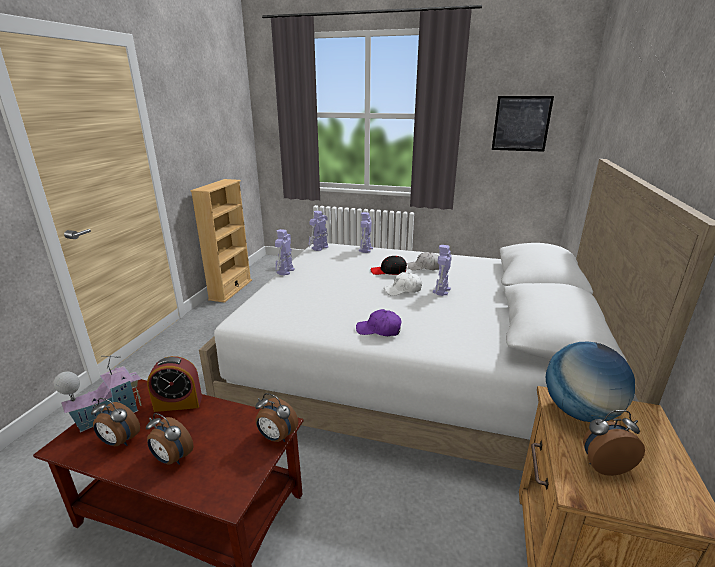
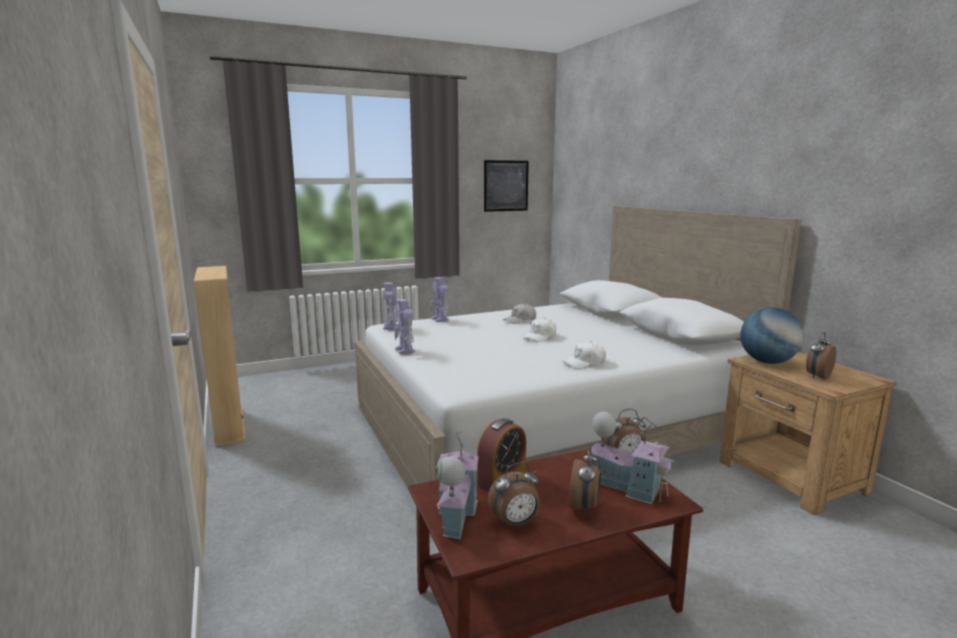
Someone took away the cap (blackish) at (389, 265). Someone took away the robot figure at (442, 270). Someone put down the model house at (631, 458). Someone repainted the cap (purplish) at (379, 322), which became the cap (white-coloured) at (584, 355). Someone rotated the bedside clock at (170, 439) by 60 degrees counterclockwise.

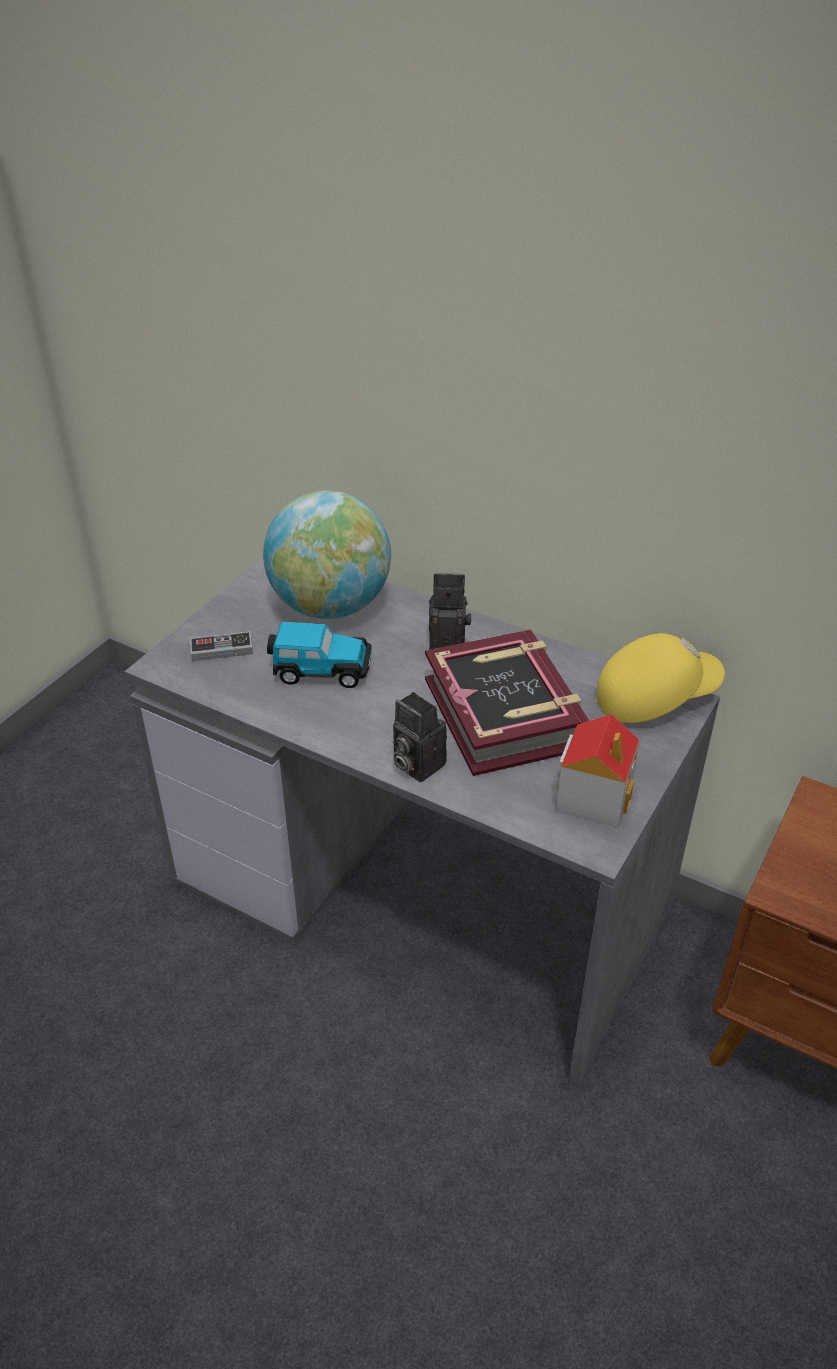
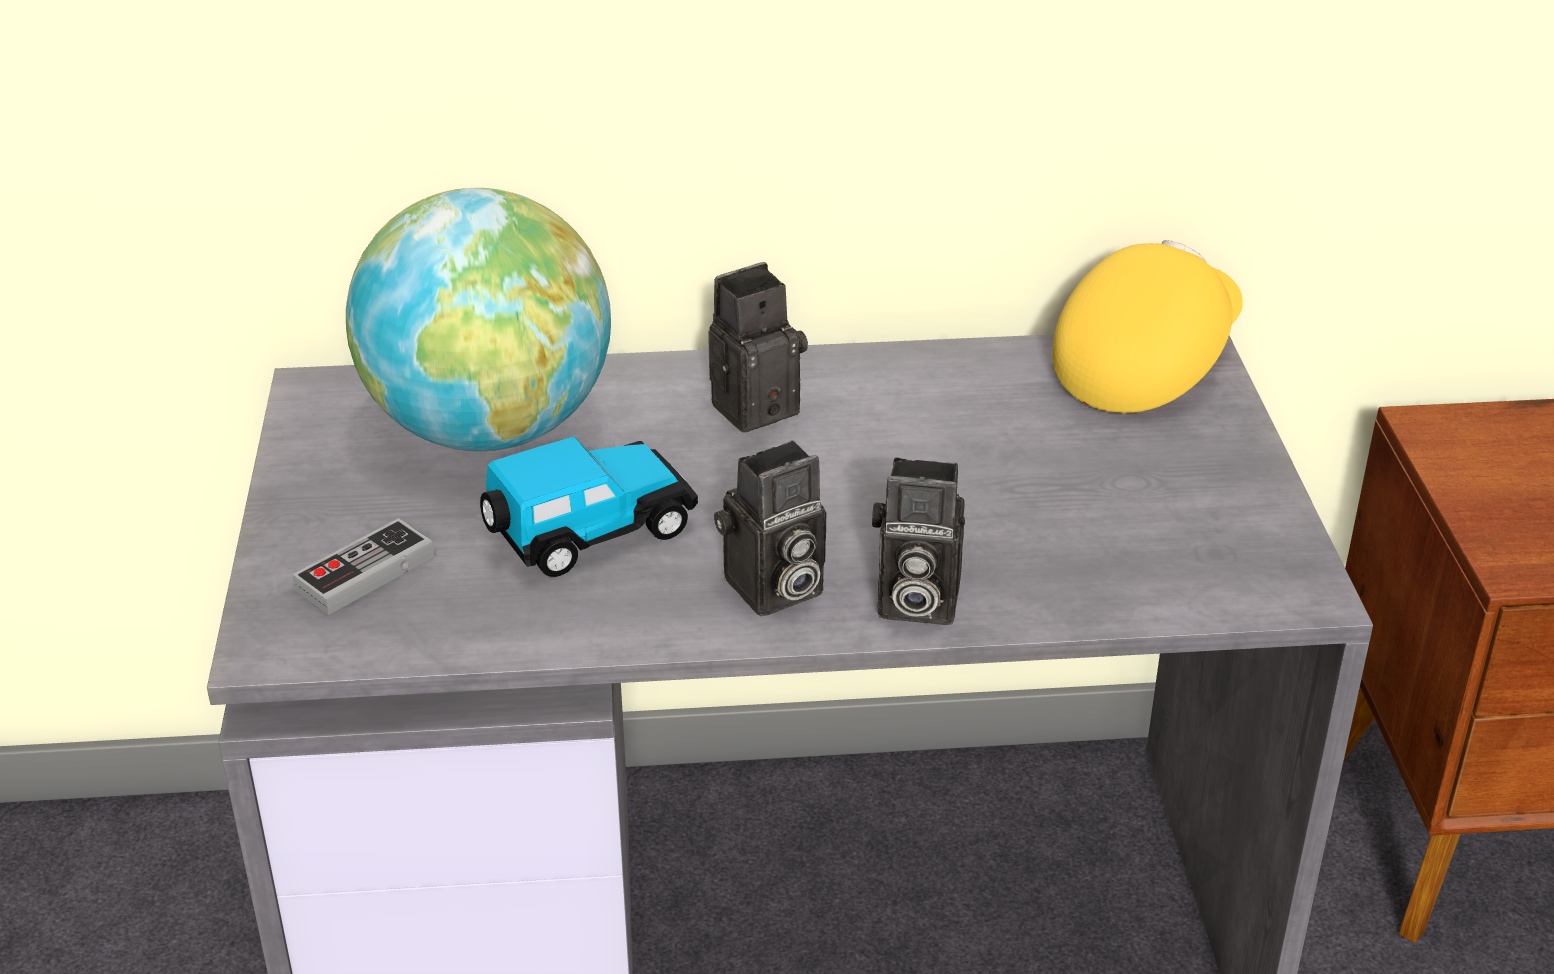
Someone took away the volume at (507, 702). Someone took away the model house at (598, 771). Someone put down the still camera at (770, 528).

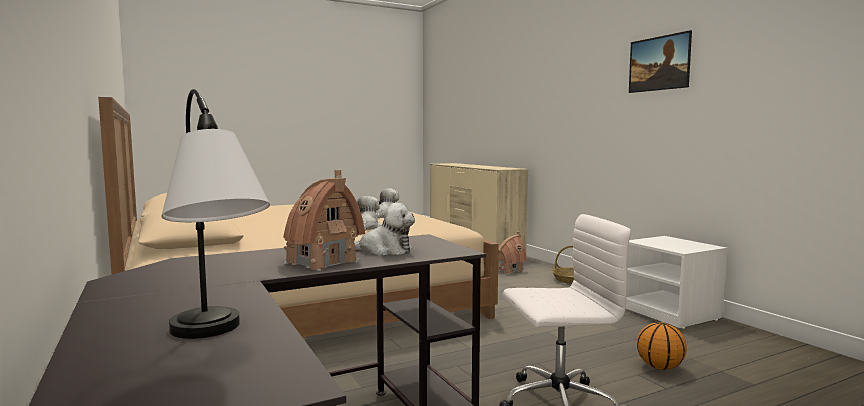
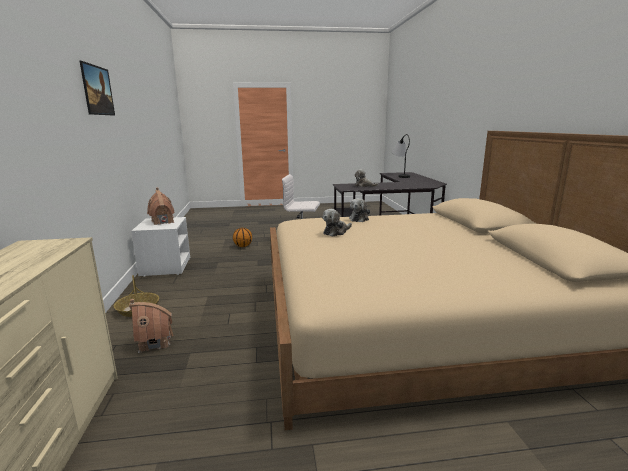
Someone carried the model house from (324, 220) to (161, 206).

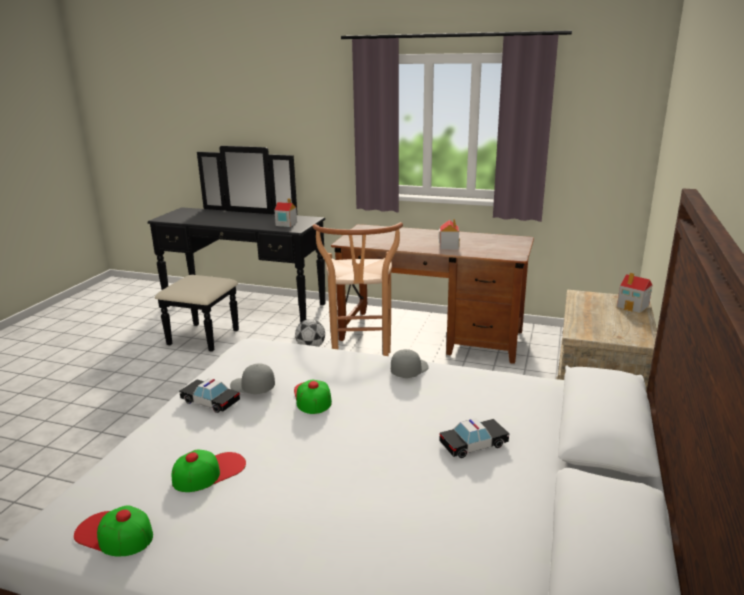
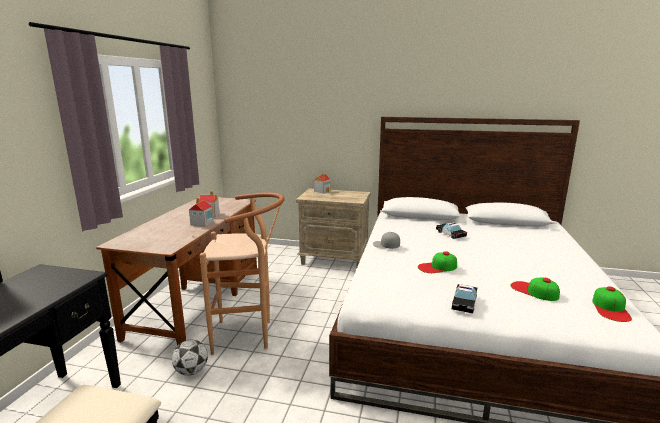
Someone took away the cap (greyish) at (252, 378). Someone carried the model house from (285, 212) to (201, 212).

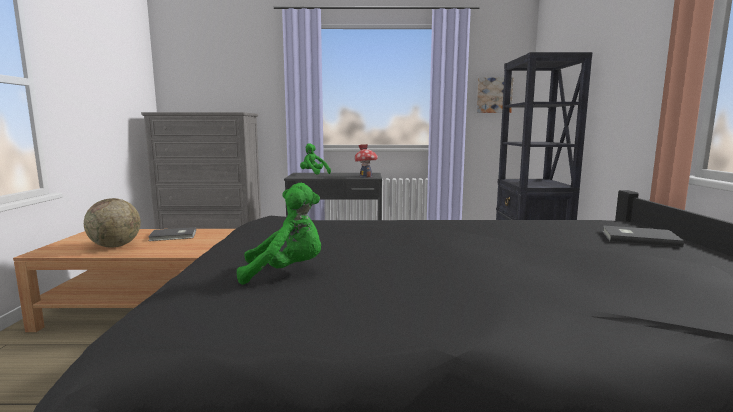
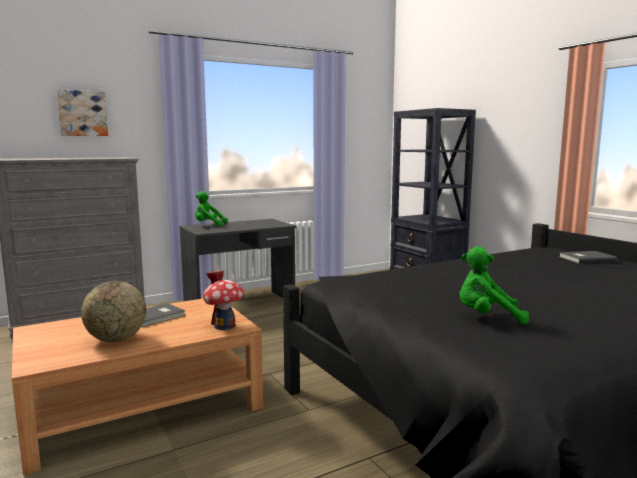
Someone carried the model house from (366, 161) to (223, 300). Someone carried the wall art from (495, 95) to (82, 112). Someone rotated the cuddly toy (green) at (279, 234) by 135 degrees counterclockwise.

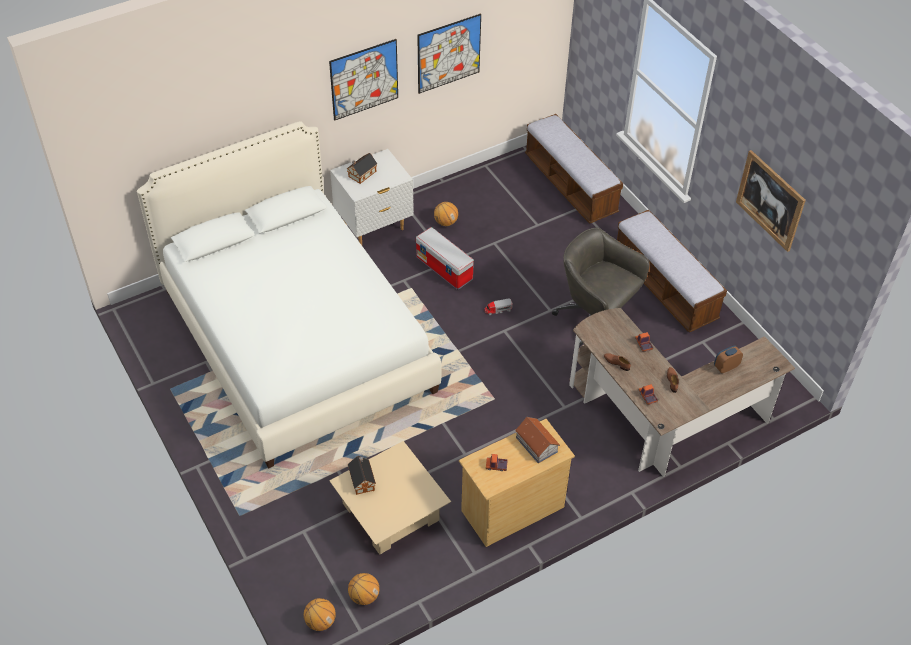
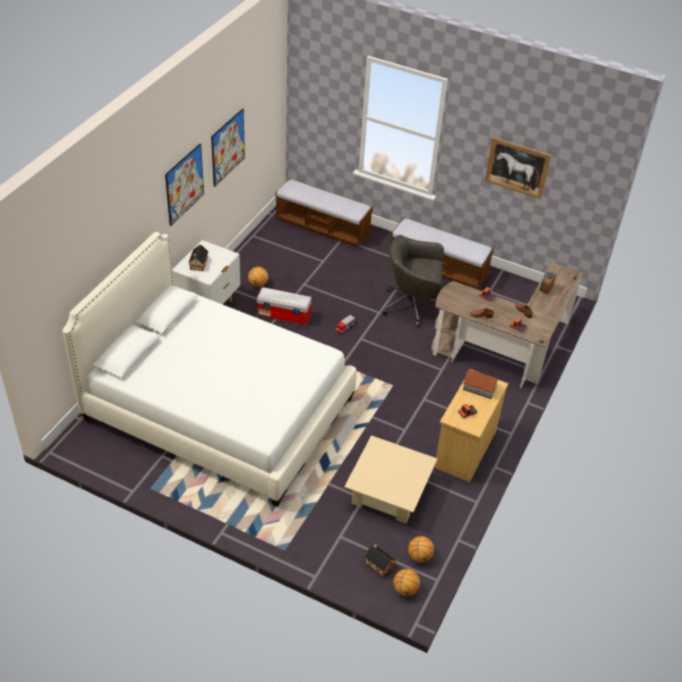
Someone carried the model house from (362, 475) to (380, 560).

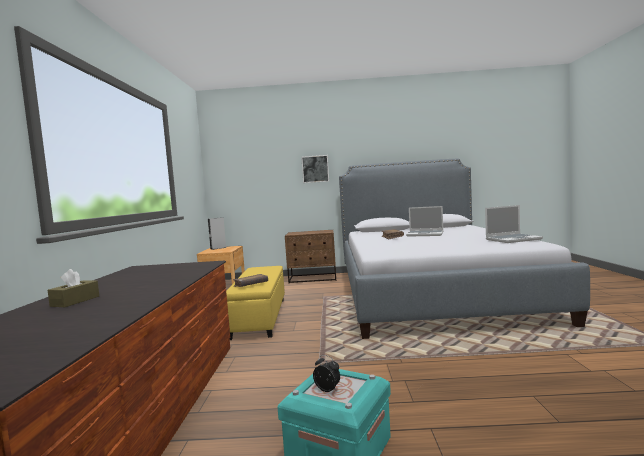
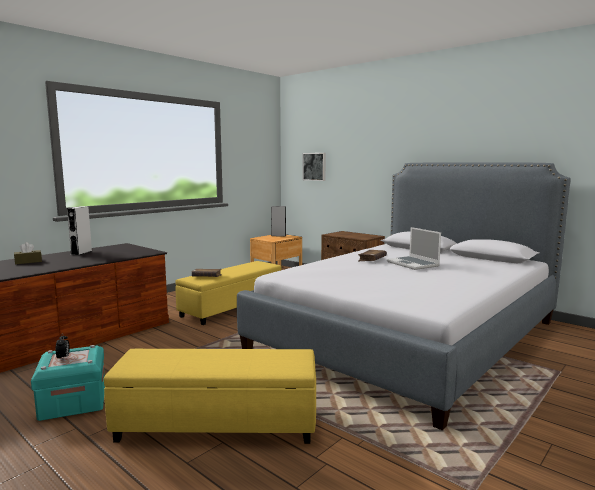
Someone took away the notebook computer at (514, 224). Someone put down the loudspeaker (white-coloured) at (79, 230). Someone put down the ottoman (yellowish) at (210, 396). Someone carried the wall art from (315, 169) to (314, 167).

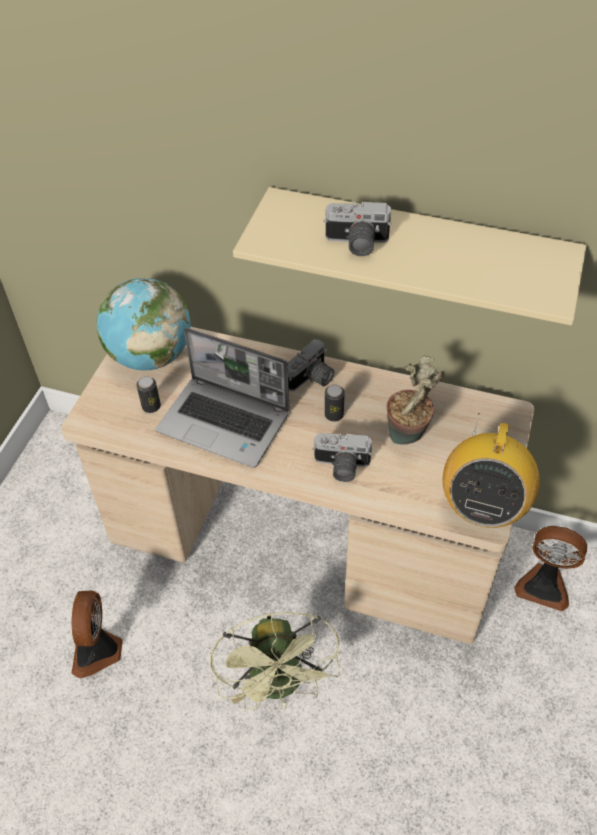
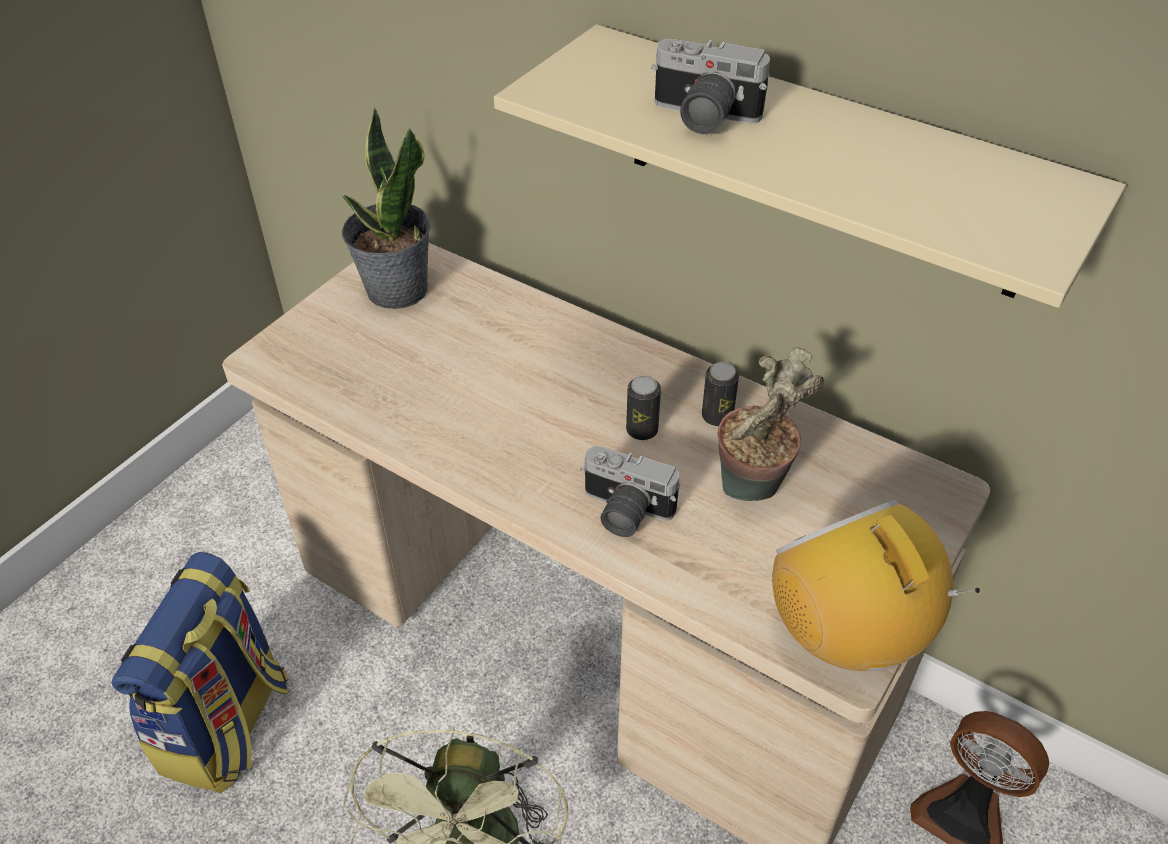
Someone took away the notebook computer at (223, 397). Someone took away the still camera at (311, 365). Someone carried the metal can from (148, 394) to (720, 394). Someone swapped the electric fan at (97, 634) for the backpack at (200, 672). Someone swapped the world globe at (143, 324) for the houseplant at (386, 208). Someone rotated the radio receiver at (491, 470) by 120 degrees clockwise.

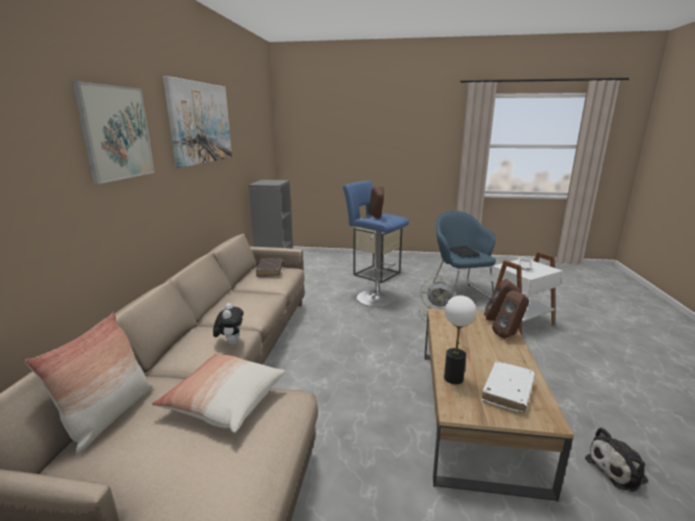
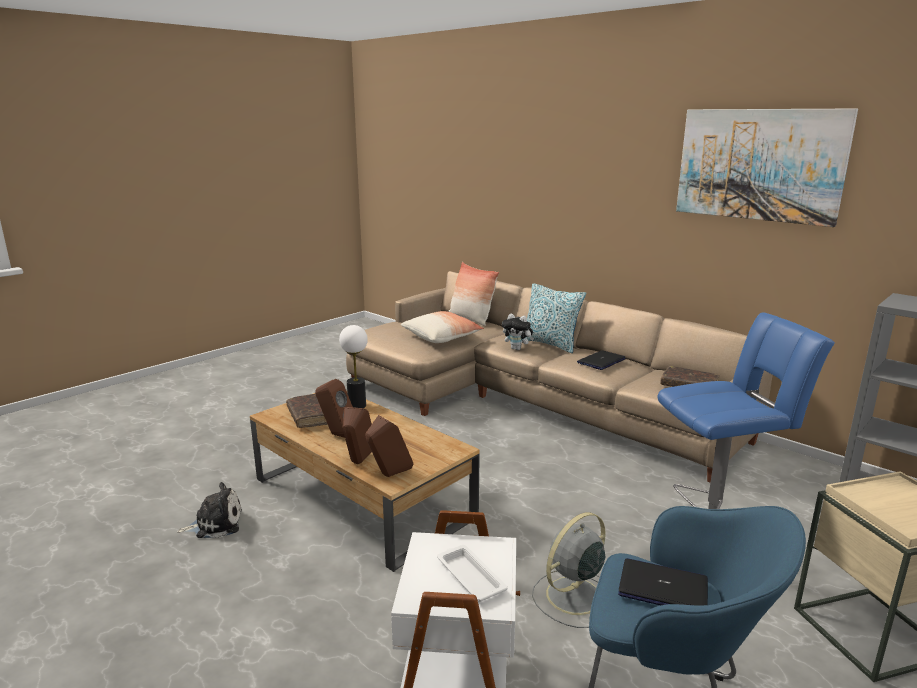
Someone took away the wall art at (113, 132). Someone put down the pillow at (556, 318). Someone put down the notebook computer at (601, 360). Someone carried the loudspeaker (brown) from (376, 203) to (334, 408). Someone repainted the volume (white-coloured) at (508, 387), which became the volume (brown) at (306, 411). Someone rotated the cuddly toy at (616, 459) by 60 degrees clockwise.

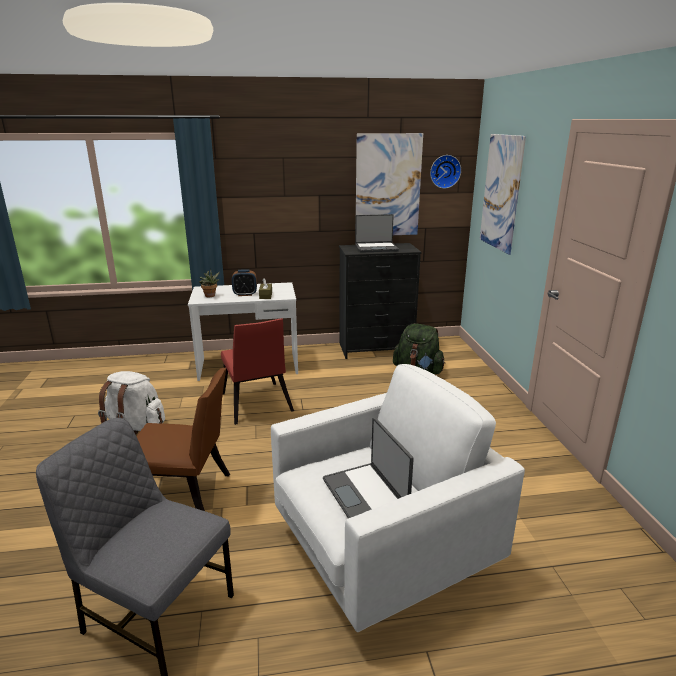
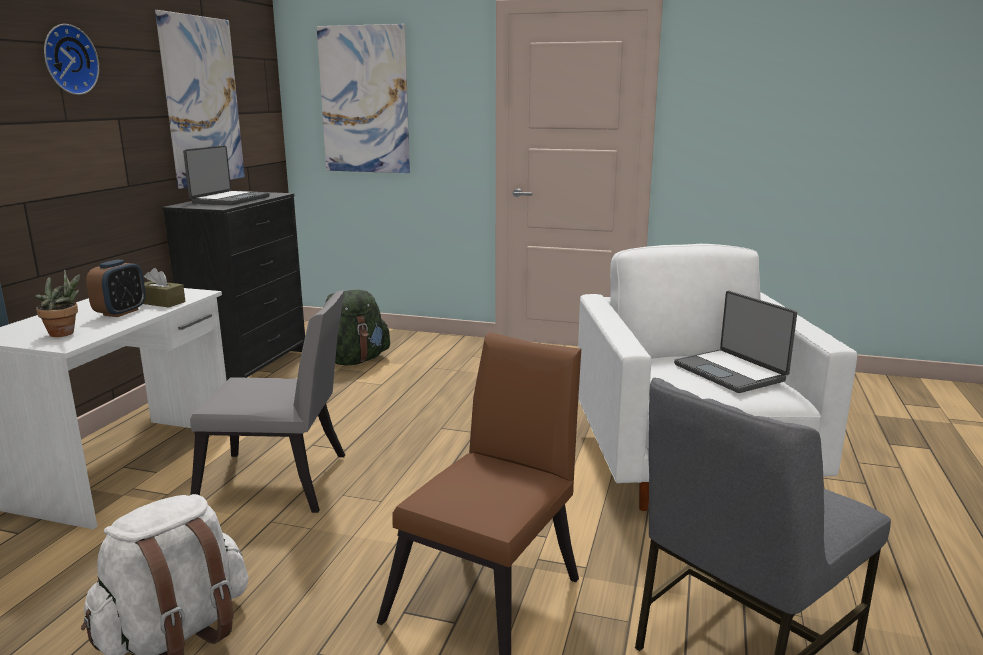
Someone carried the wall clock from (445, 172) to (71, 59). Someone repainted the plain chair (red-coloured) at (257, 371), which became the plain chair (greyish) at (267, 401). Someone rotated the notebook computer at (368, 468) by 60 degrees clockwise.

